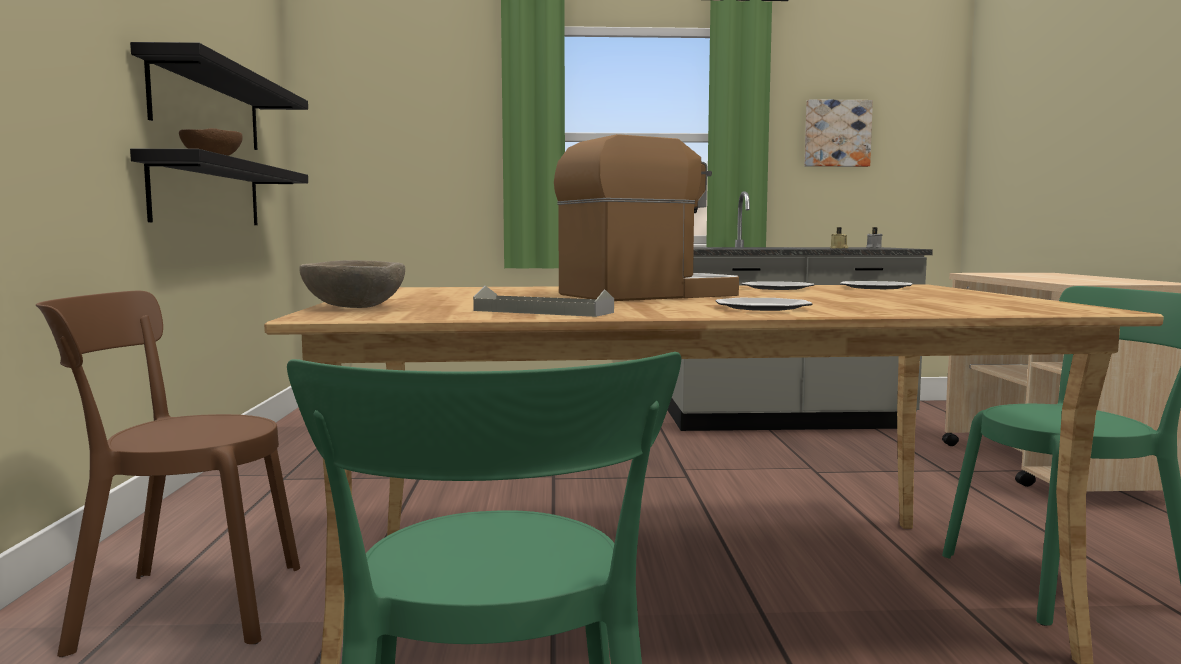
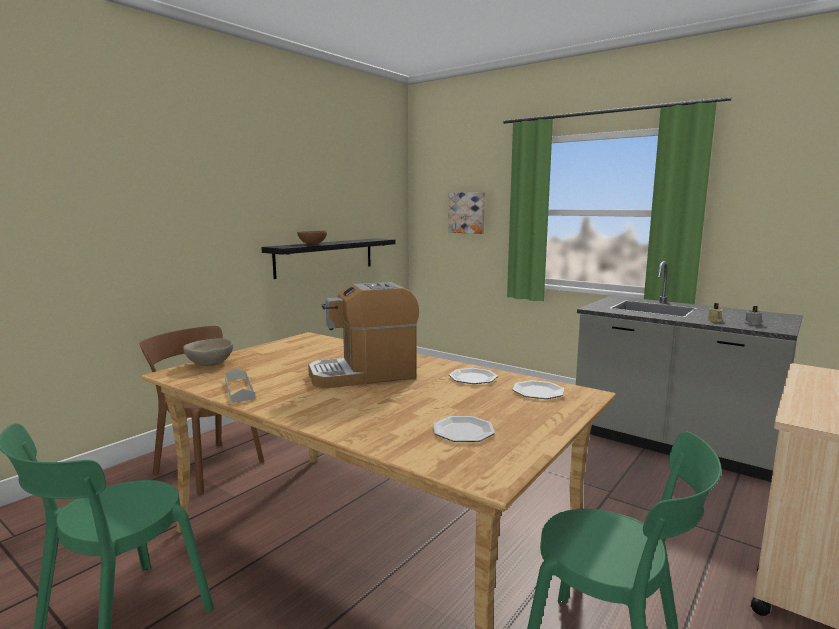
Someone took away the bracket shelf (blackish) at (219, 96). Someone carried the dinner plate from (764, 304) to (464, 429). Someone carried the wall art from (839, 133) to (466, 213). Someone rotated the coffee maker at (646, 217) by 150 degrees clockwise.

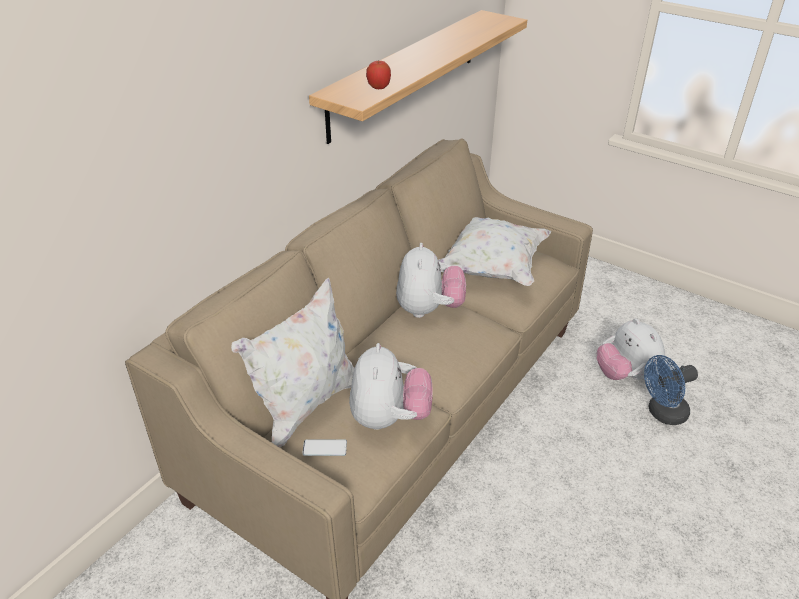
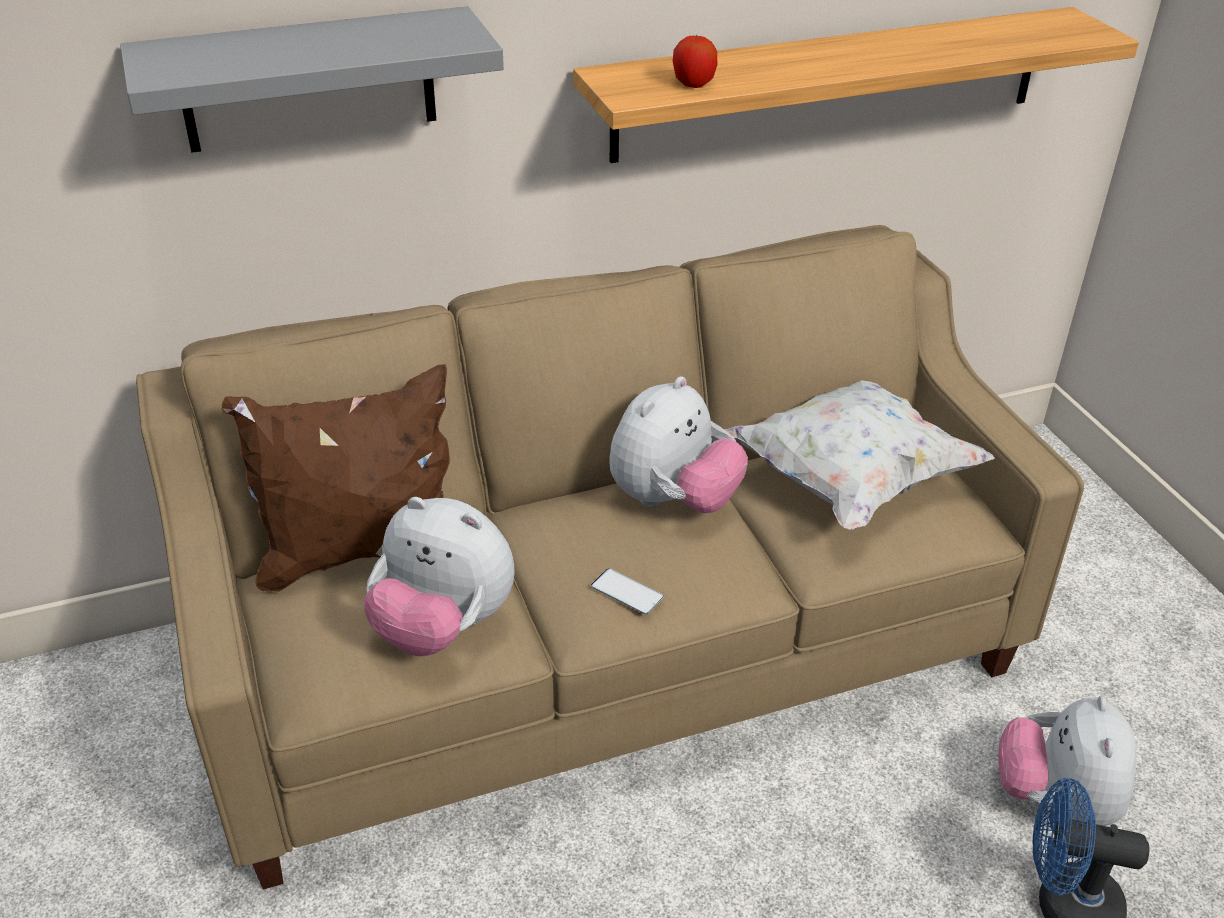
Someone put up the bracket shelf (greyish) at (312, 79). Someone carried the phone from (324, 447) to (627, 591). Someone repainted the pillow (white-coloured) at (293, 362), which became the pillow (brown) at (335, 478). Someone rotated the cuddly toy at (391, 386) by 75 degrees clockwise.

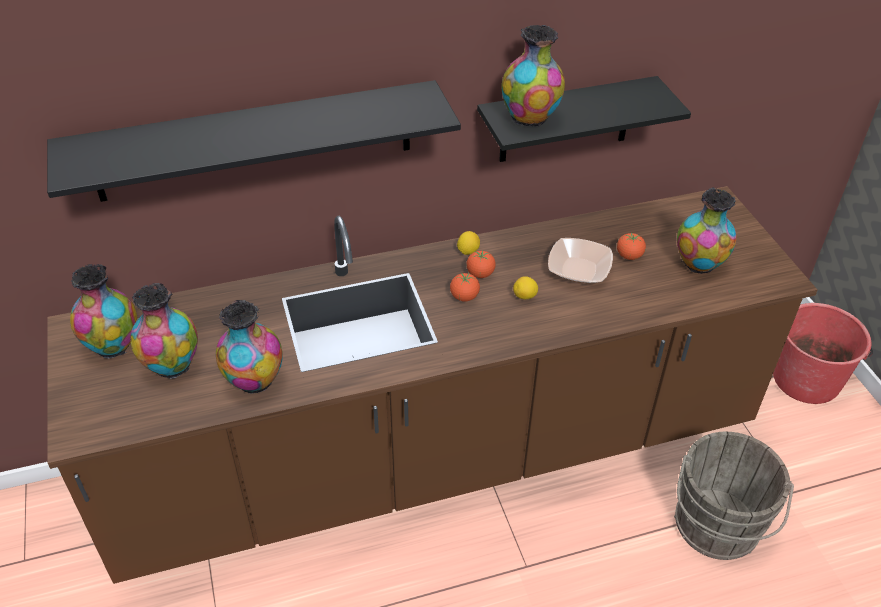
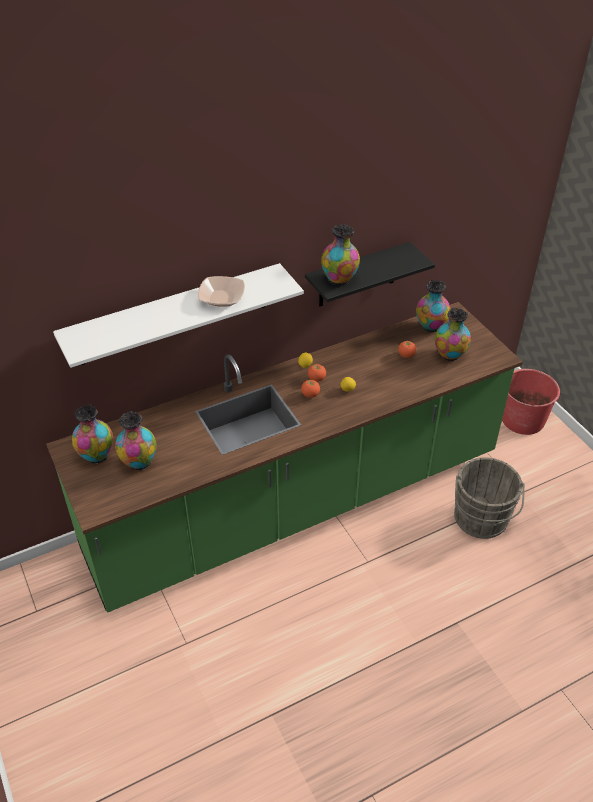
Someone carried the decorative vase from (249, 347) to (433, 306). Someone carried the serving bowl from (580, 260) to (221, 291). Someone repainted the bracket shelf (blackish) at (254, 141), which became the bracket shelf (white-coloured) at (178, 315). Someone repainted the kitchen counter (brown) at (432, 385), which became the kitchen counter (green) at (284, 457).

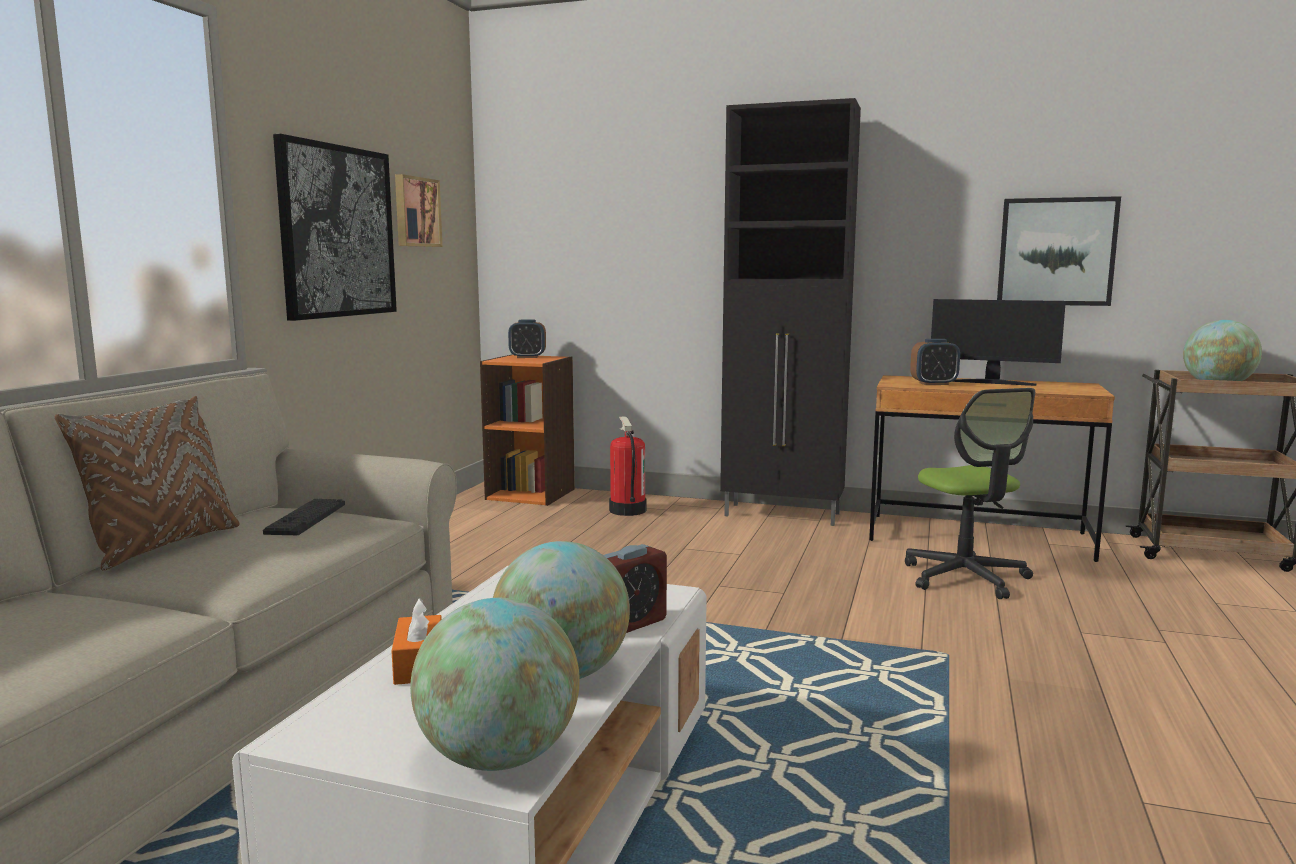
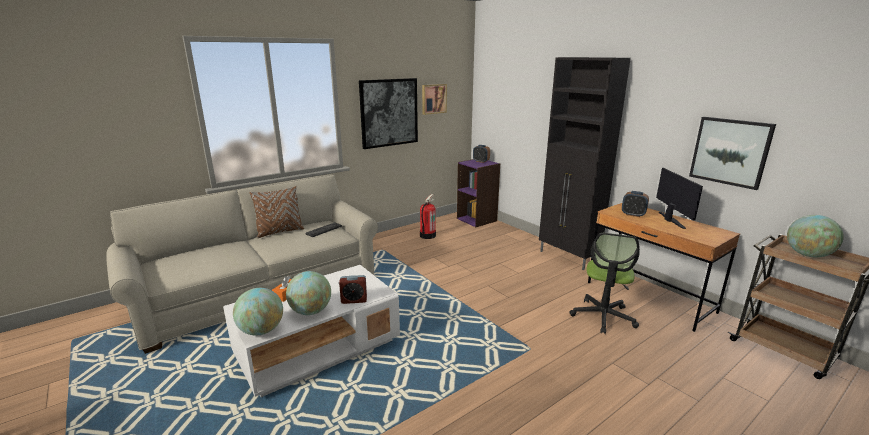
Someone carried the extinguisher from (628, 466) to (428, 216). Someone repainted the bookcase (orange-coloured) at (527, 430), which became the bookcase (purplish) at (478, 193). Someone rotated the monitor at (998, 342) by 150 degrees counterclockwise.

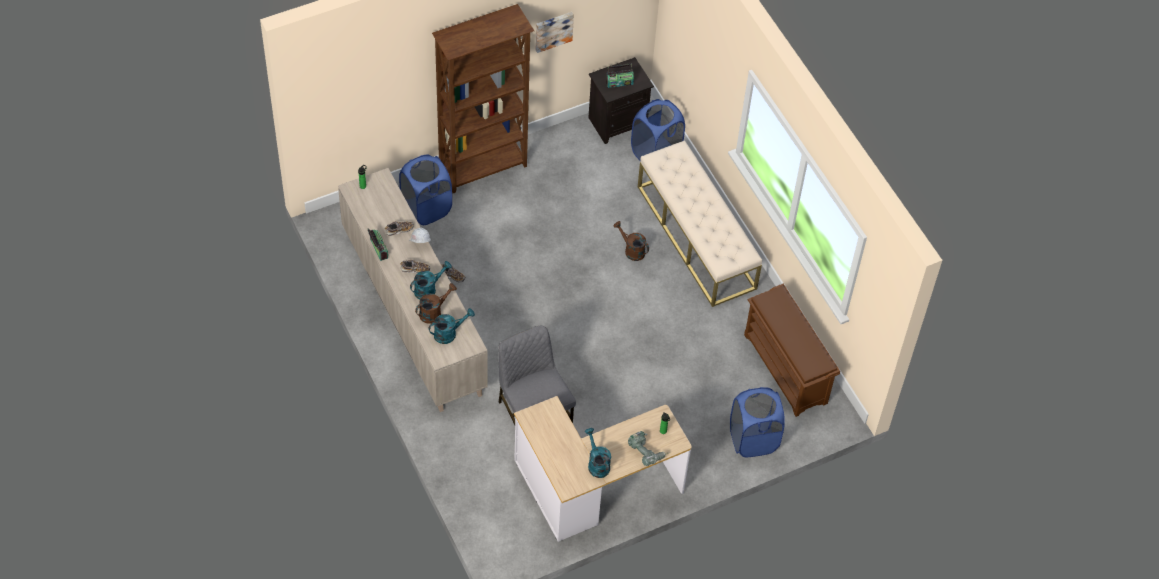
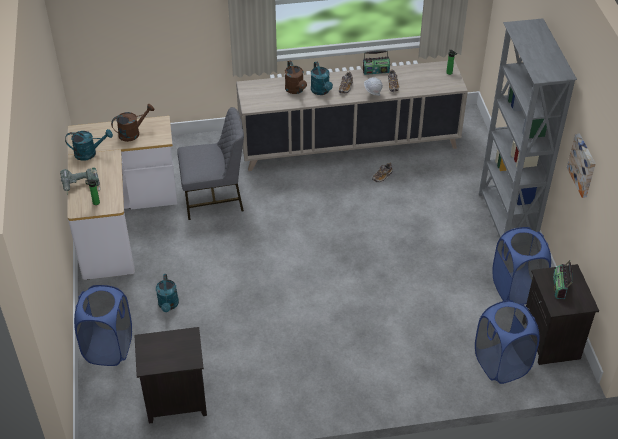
Someone took away the bench (beige-coloured) at (700, 223). Someone carried the hamper (blue-coloured) from (425, 189) to (521, 266). Someone carried the watering pot (turquoise-coloured) from (451, 326) to (167, 293). Someone carried the watering pot (brown) from (631, 241) to (133, 123). Someone swapped the shoe stand (brown) at (792, 350) for the nightstand (blackish) at (170, 375). Someone repainted the bookcase (brown) at (483, 98), which became the bookcase (greyish) at (528, 127).

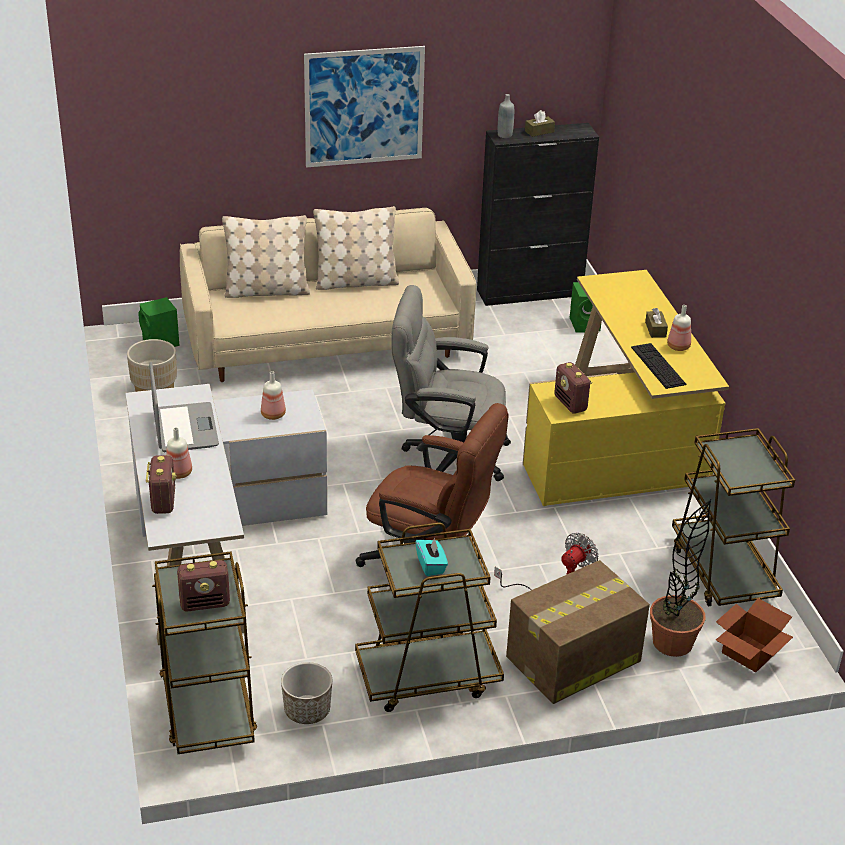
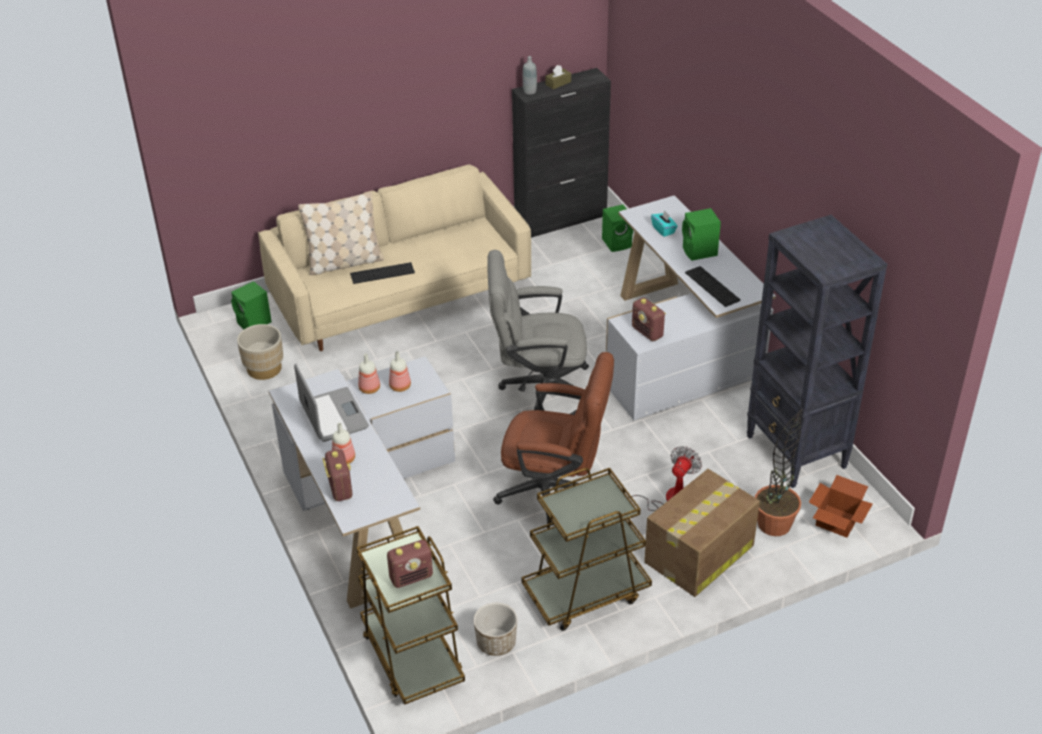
Someone took away the wall art at (364, 107). Someone took away the pillow (beige-coloured) at (356, 248). Someone put down the computer keyboard at (382, 273). Someone carried the tissue holder (turquoise-coloured) from (432, 556) to (664, 223). Someone carried the beverage bottle from (679, 328) to (369, 374). Someone swapped the tissue holder (brown) at (656, 323) for the loudspeaker (green) at (701, 234). Someone swapped the trolley (brown) at (733, 517) for the bookcase (blackish) at (817, 351). Someone repainted the desk unit (yellowish) at (626, 388), which became the desk unit (white-coloured) at (691, 307).

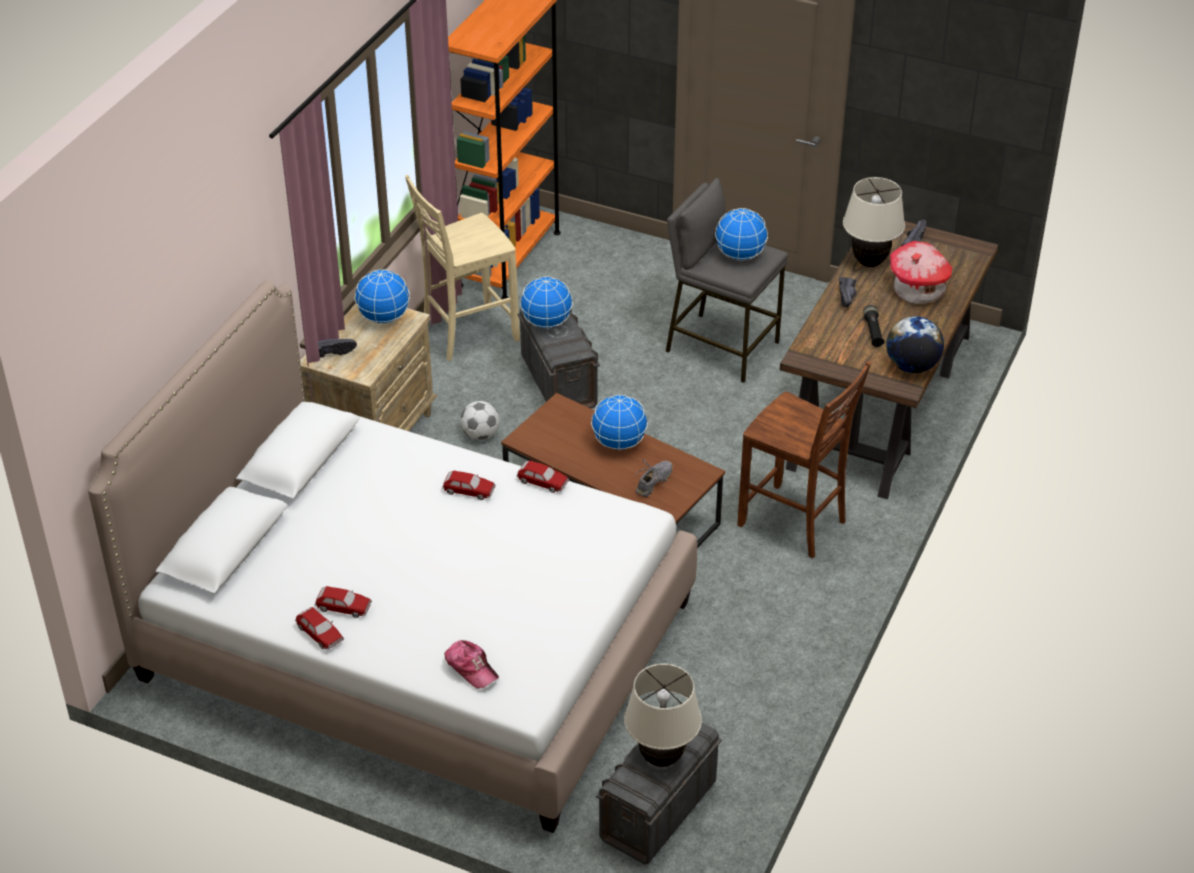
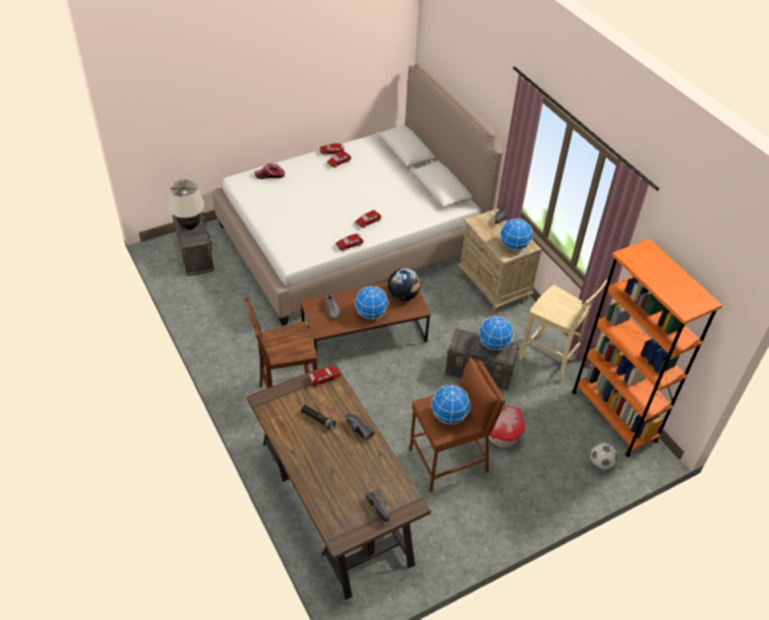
Someone took away the table lamp (beige-coloured) at (874, 222). Someone put down the toy car at (324, 376). Someone carried the football ball from (480, 420) to (604, 456). Someone carried the world globe from (915, 344) to (404, 284). Someone carried the model house from (921, 272) to (507, 427). Someone repainted the stool (greyish) at (726, 280), which became the stool (brown) at (457, 424). Someone rotated the plain chair (beige-coloured) at (462, 268) by 120 degrees clockwise.

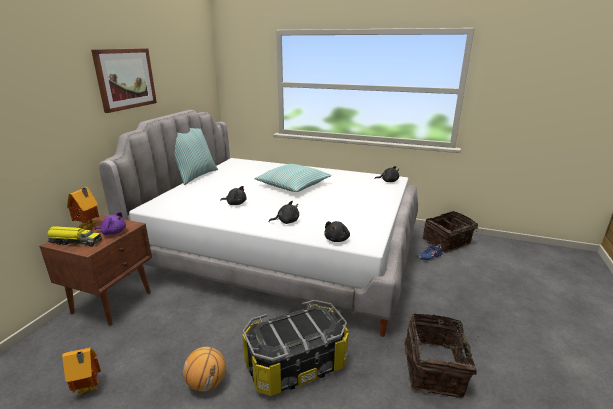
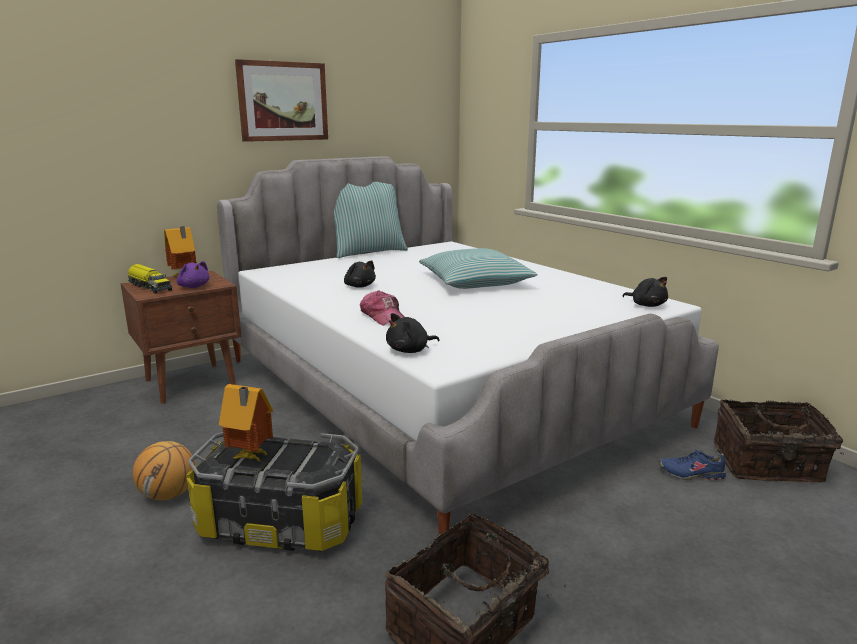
Someone carried the model house from (81, 372) to (246, 423). Someone swapped the cuddly toy (blackish) at (284, 212) for the cap at (382, 307).

